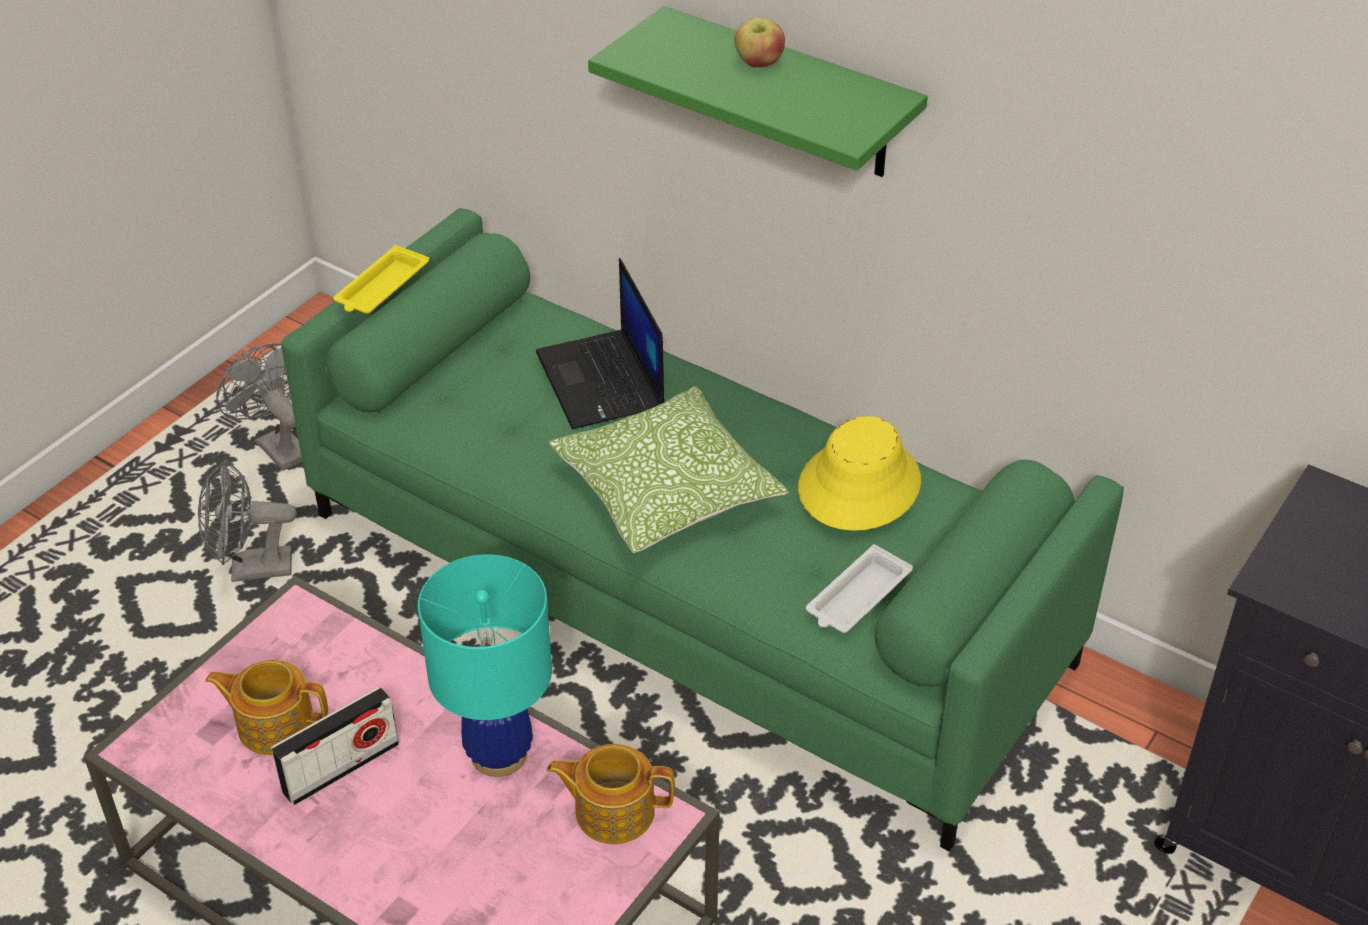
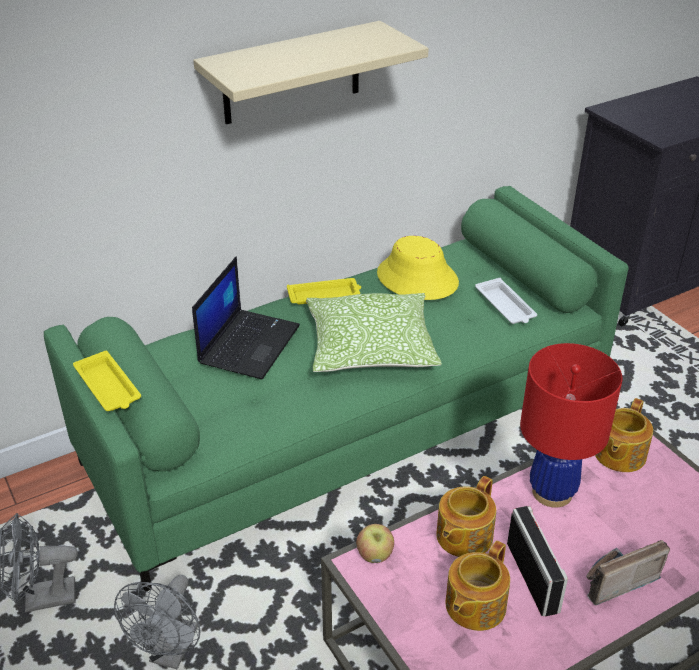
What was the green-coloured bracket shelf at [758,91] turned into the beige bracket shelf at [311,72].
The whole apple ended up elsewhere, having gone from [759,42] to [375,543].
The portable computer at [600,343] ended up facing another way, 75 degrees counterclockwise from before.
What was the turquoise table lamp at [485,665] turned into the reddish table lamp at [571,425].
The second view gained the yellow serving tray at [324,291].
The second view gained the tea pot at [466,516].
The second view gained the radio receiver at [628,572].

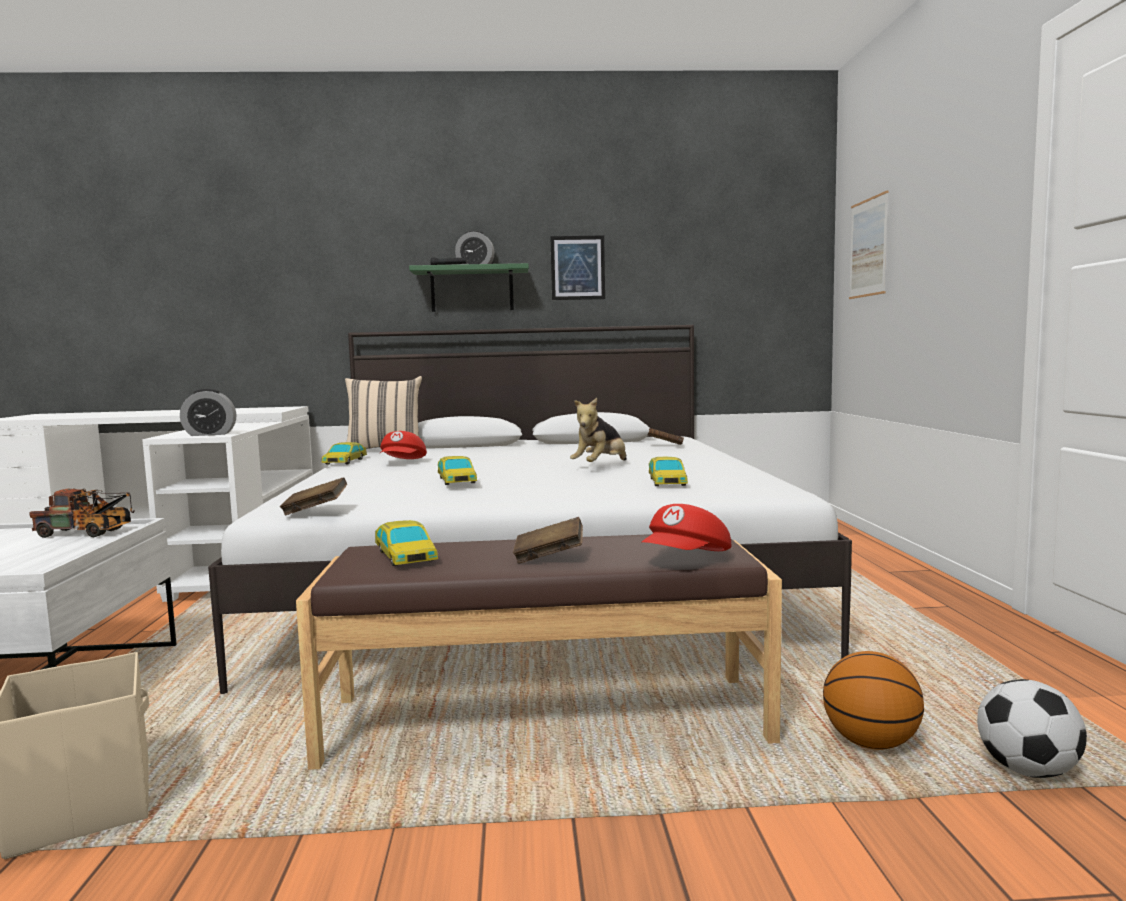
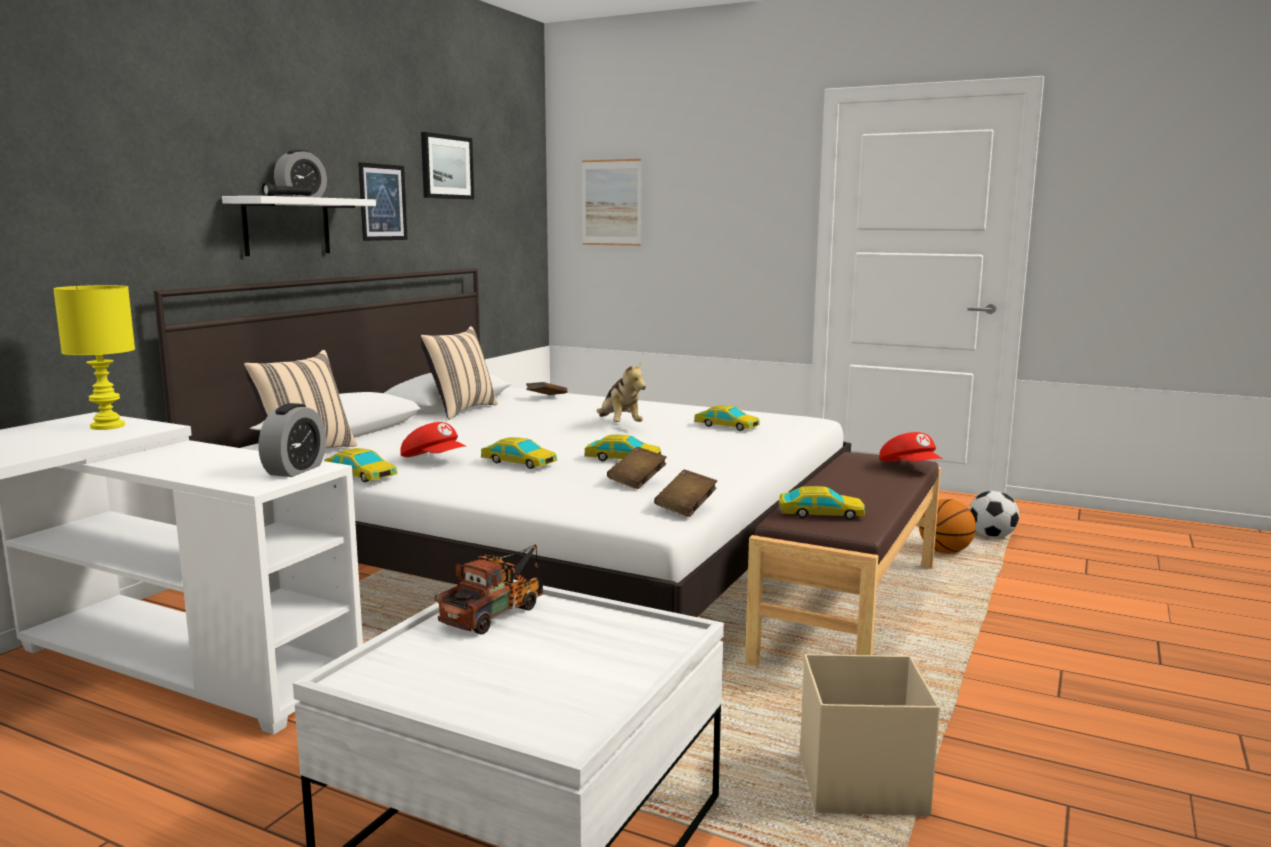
What was the green-coloured bracket shelf at [469,287] turned into the whitish bracket shelf at [299,226].
The brown-coloured book ended up elsewhere, having gone from [548,540] to [637,468].
The second view gained the picture at [447,165].
The second view gained the yellow table lamp at [94,357].
The second view gained the beige pillow at [459,373].
The second view gained the toy car at [519,453].

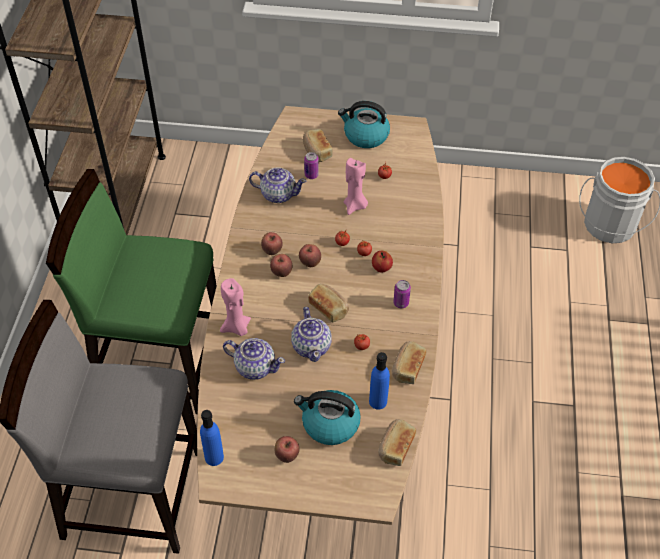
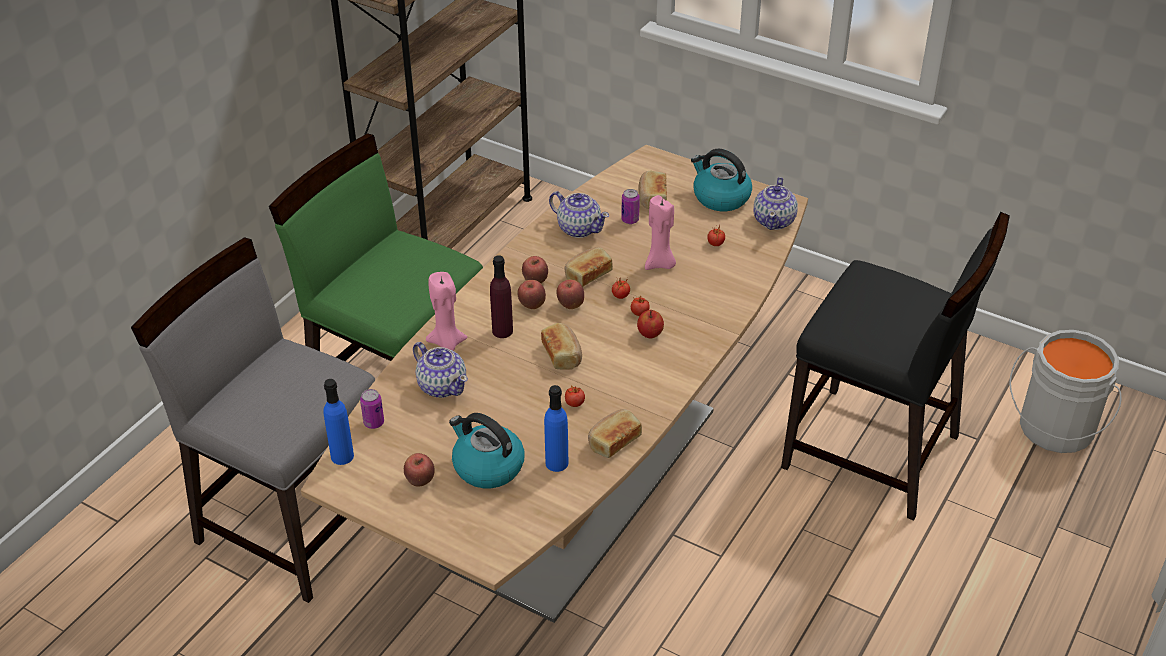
The metal can ended up elsewhere, having gone from [402,294] to [372,409].
The tea pot ended up elsewhere, having gone from [311,334] to [775,203].
The bakery bread ended up elsewhere, having gone from [397,442] to [589,267].
The second view gained the black plain chair at [895,366].
The second view gained the purple-coloured beverage bottle at [501,296].

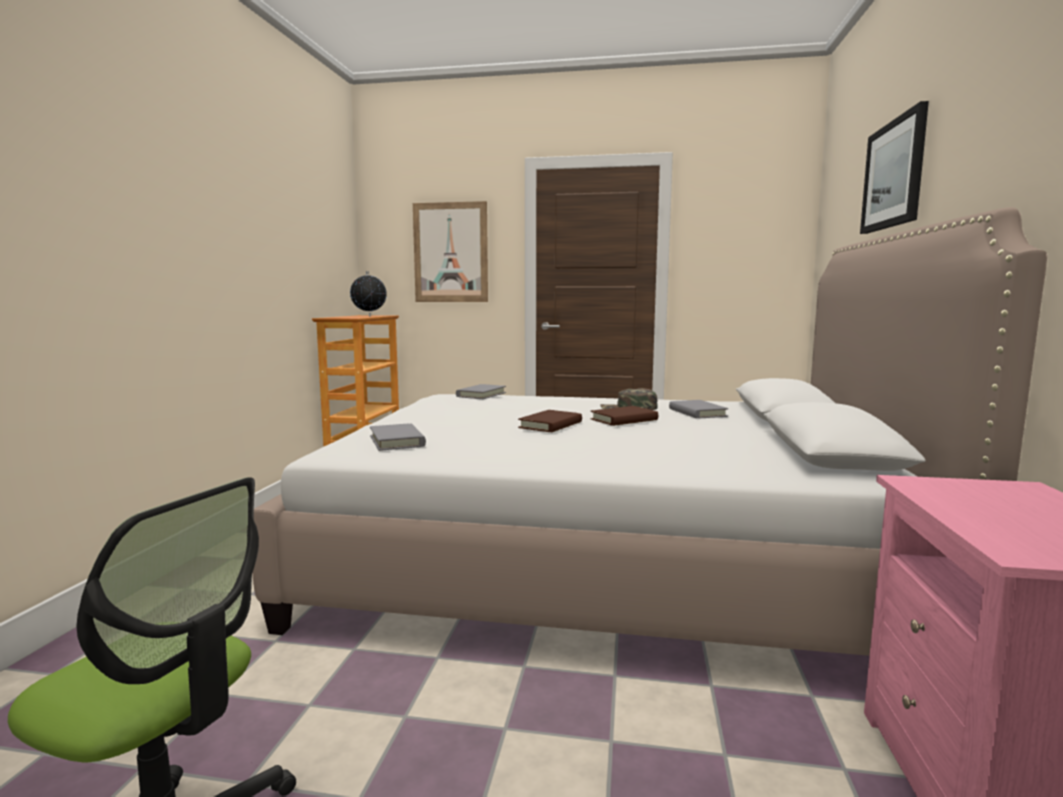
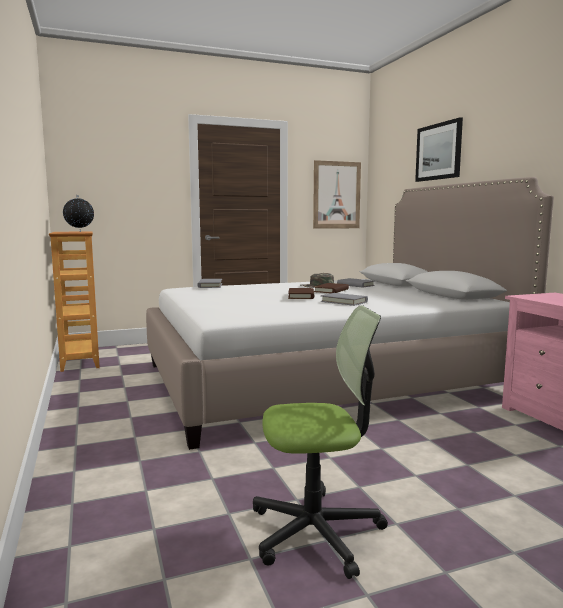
The picture ended up elsewhere, having gone from [450,251] to [337,194].
The greyish book ended up elsewhere, having gone from [398,437] to [344,299].

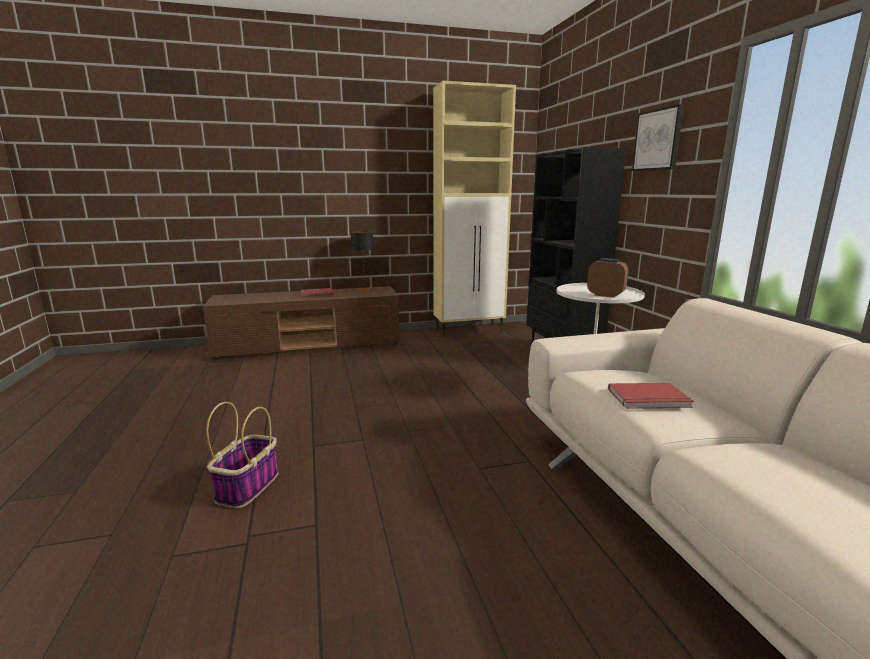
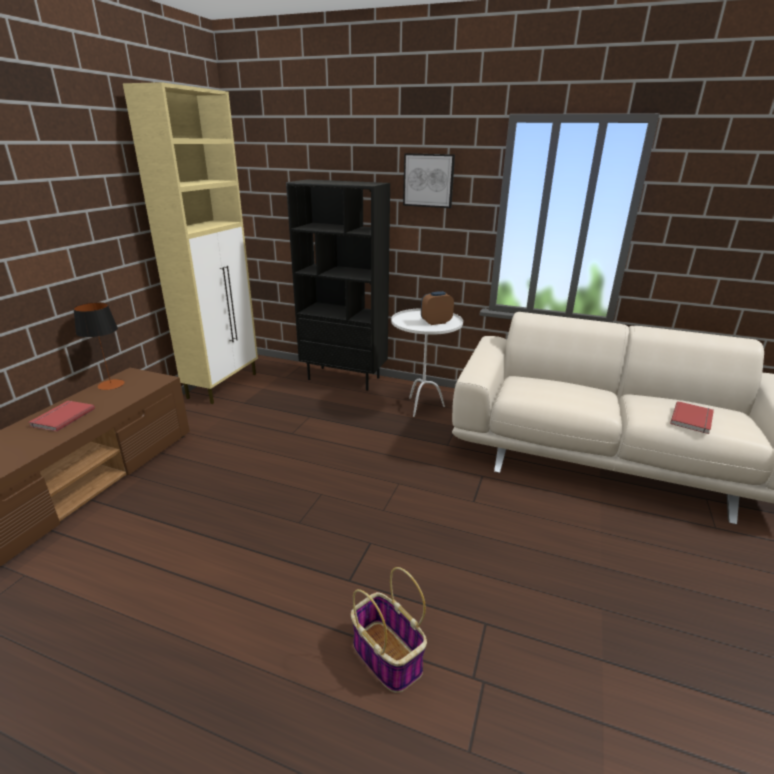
The reddish book ended up elsewhere, having gone from [651,396] to [692,417].

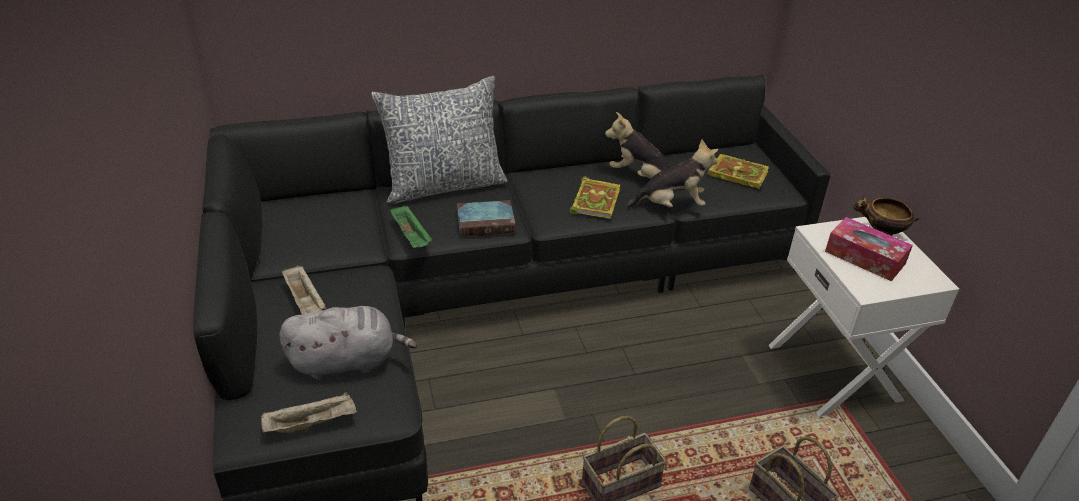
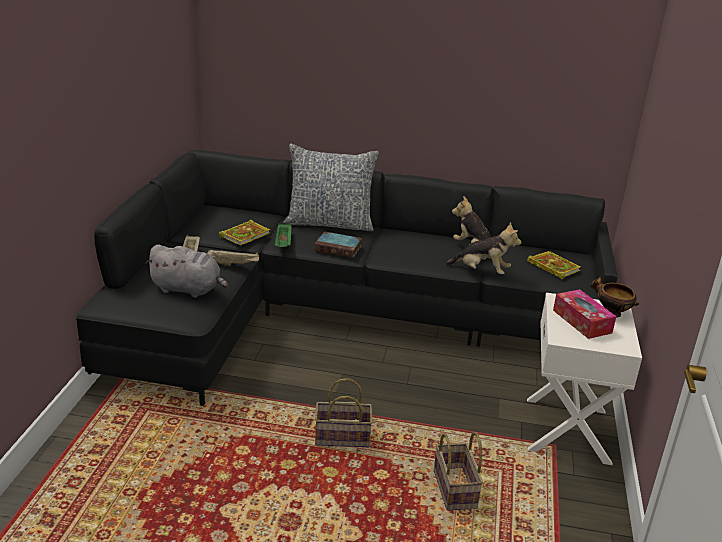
The book ended up elsewhere, having gone from [595,198] to [244,232].
The beige serving tray ended up elsewhere, having gone from [309,412] to [233,257].

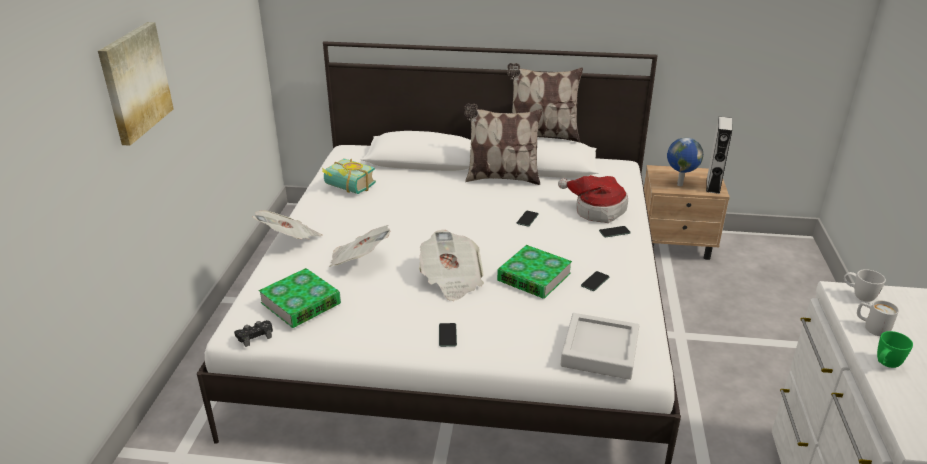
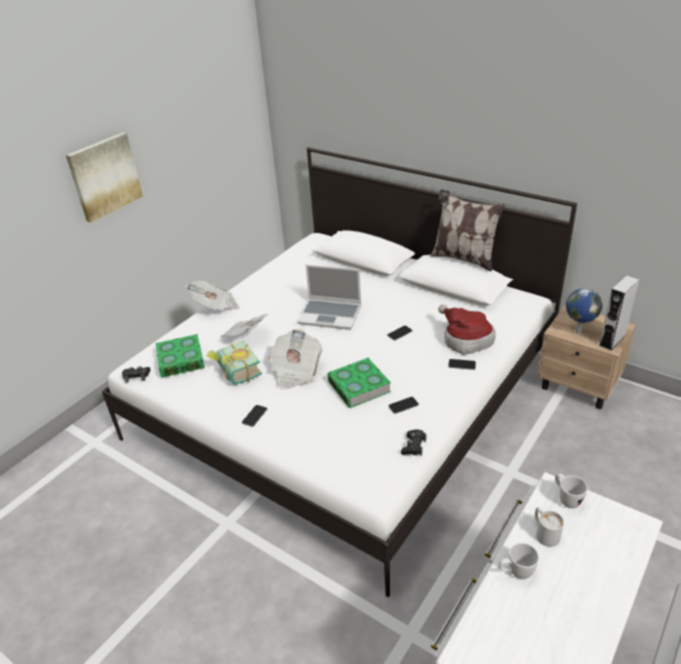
The second view lost the pillow at [504,144].
The book ended up elsewhere, having gone from [349,176] to [234,363].
The second view lost the greyish serving tray at [599,346].
What was the green-coloured mug at [895,349] turned into the whitish mug at [518,561].
The second view gained the portable computer at [329,297].
The second view gained the black game controller at [413,442].

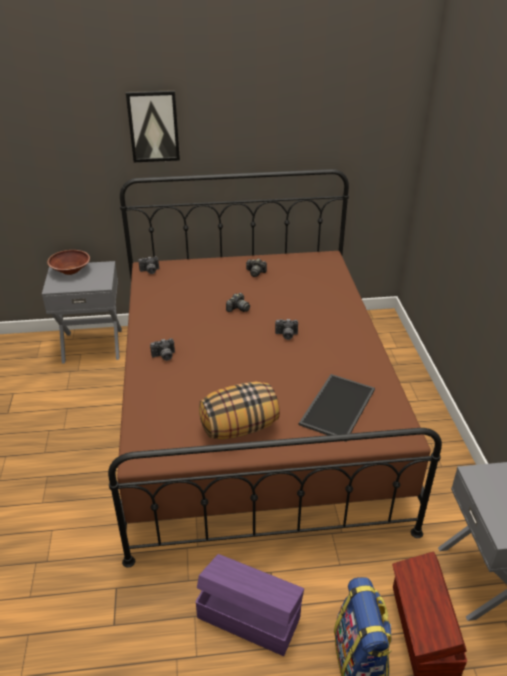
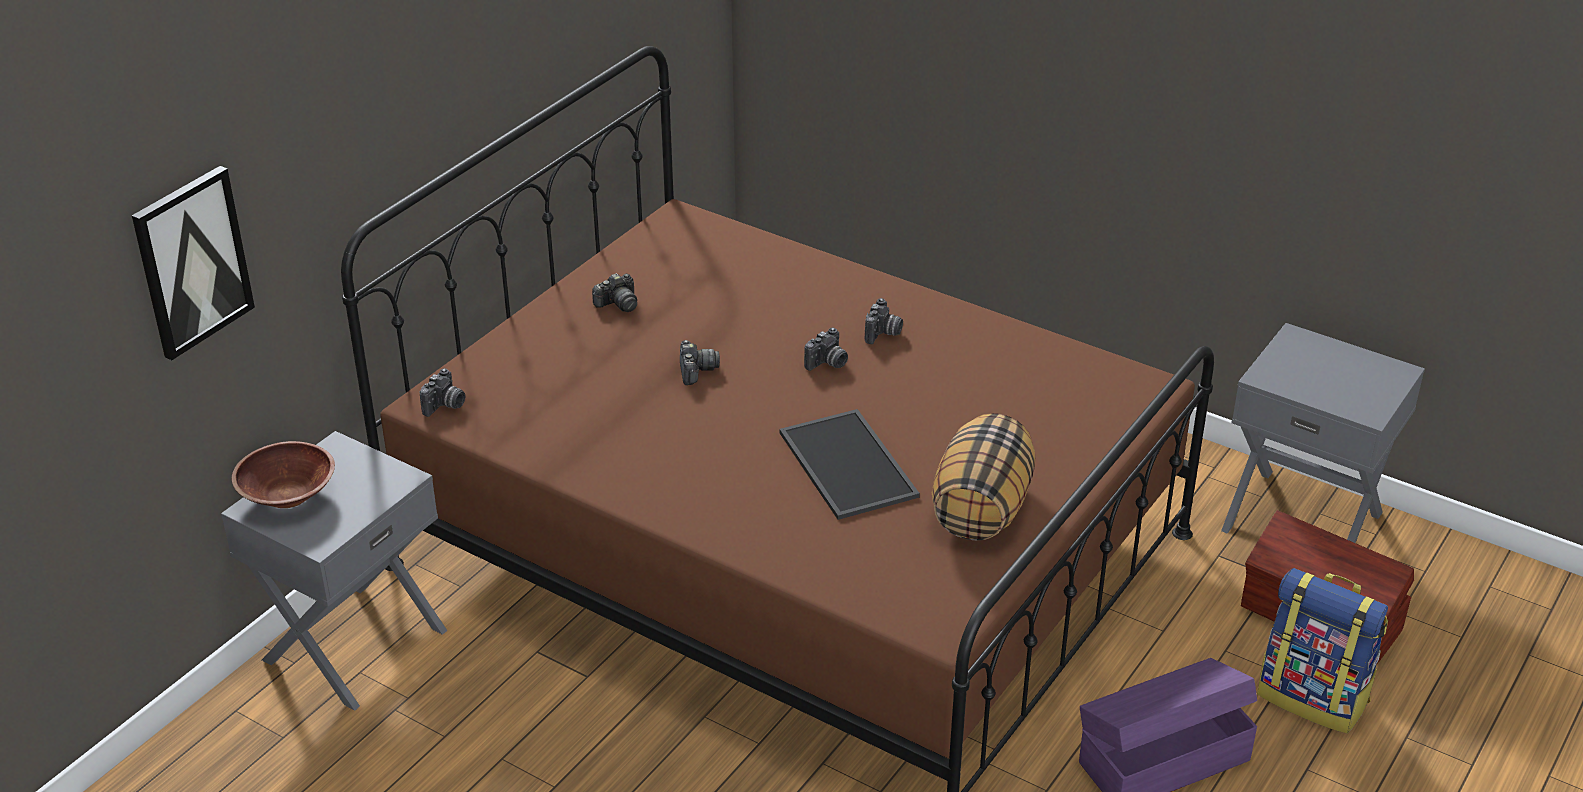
The picture ended up elsewhere, having gone from [153,126] to [193,263].
The still camera ended up elsewhere, having gone from [162,349] to [884,321].
The serving tray ended up elsewhere, having gone from [337,408] to [849,464].

